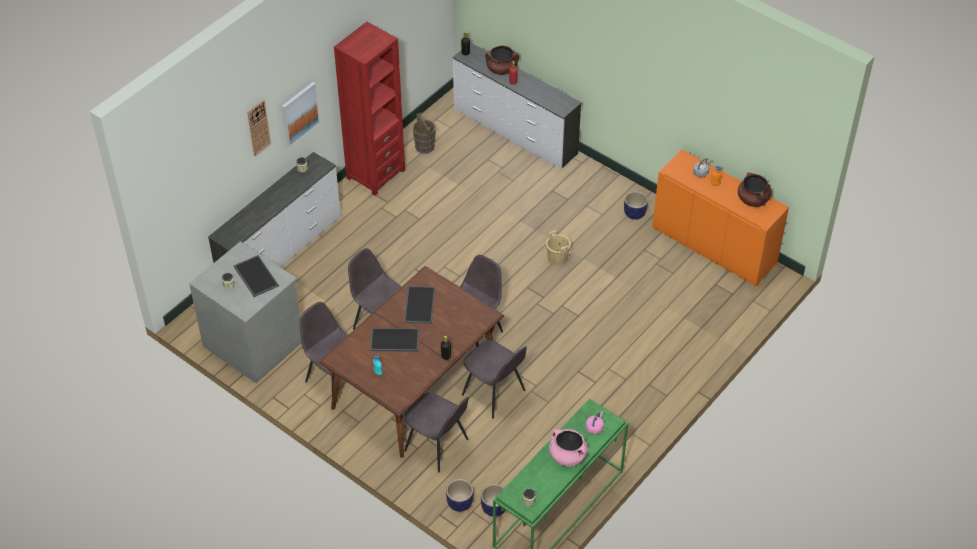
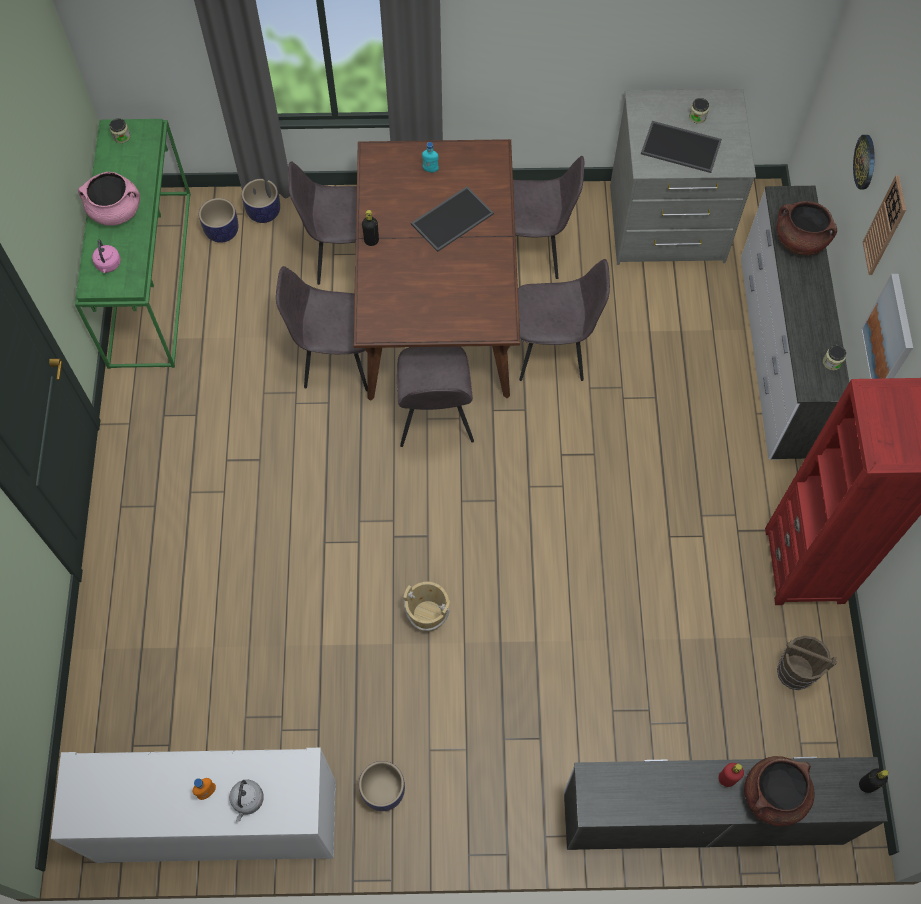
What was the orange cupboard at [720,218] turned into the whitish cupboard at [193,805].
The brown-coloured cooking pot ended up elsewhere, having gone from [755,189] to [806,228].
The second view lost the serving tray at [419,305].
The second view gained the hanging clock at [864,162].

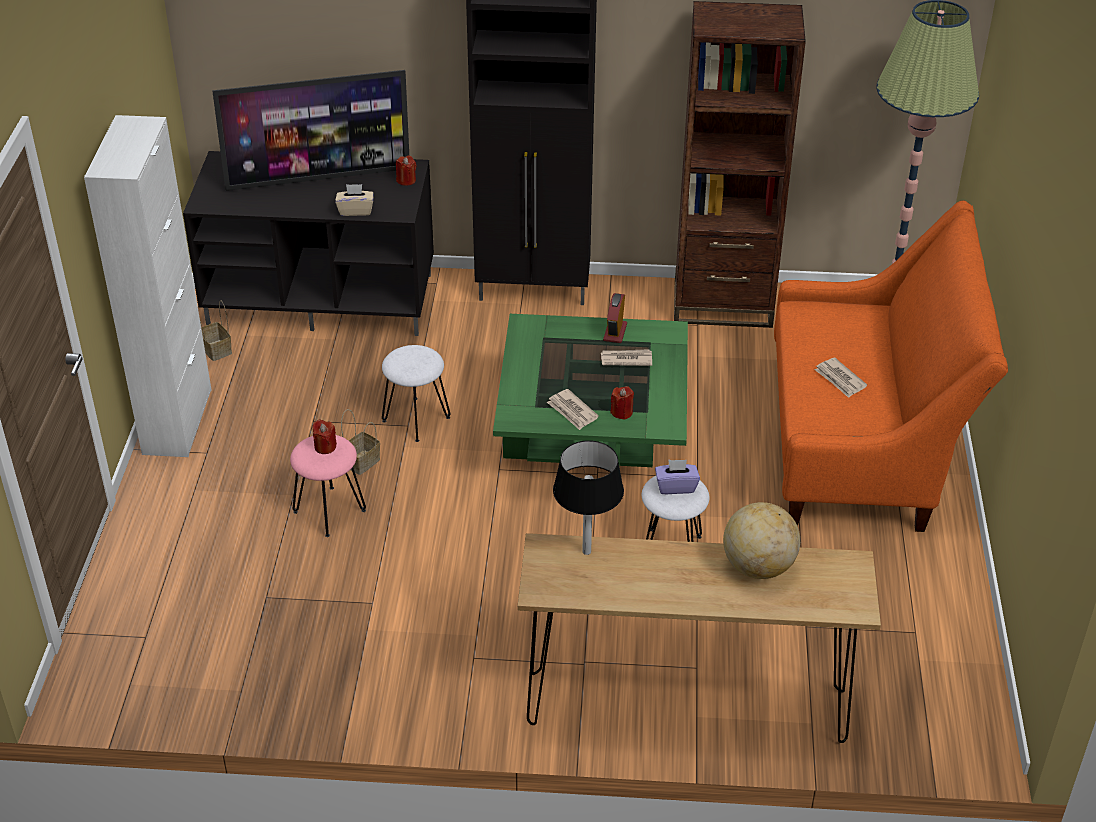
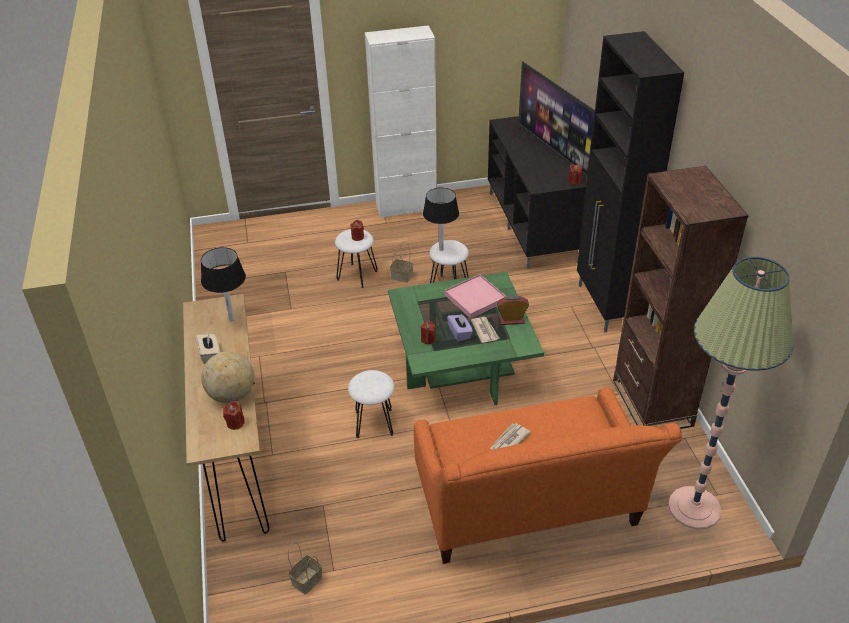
The beige box of tissues ended up elsewhere, having gone from [354,200] to [208,348].
The basket ended up elsewhere, having gone from [216,330] to [305,568].
The second view lost the newspaper at [573,409].
What was the pinkish stool seat at [328,486] turned into the whitish stool seat at [356,258].
The purple-coloured box of tissues ended up elsewhere, having gone from [677,477] to [460,327].
The second view gained the black table lamp at [441,219].
The second view gained the pinkish serving tray at [476,296].
The second view gained the reddish candle at [233,415].

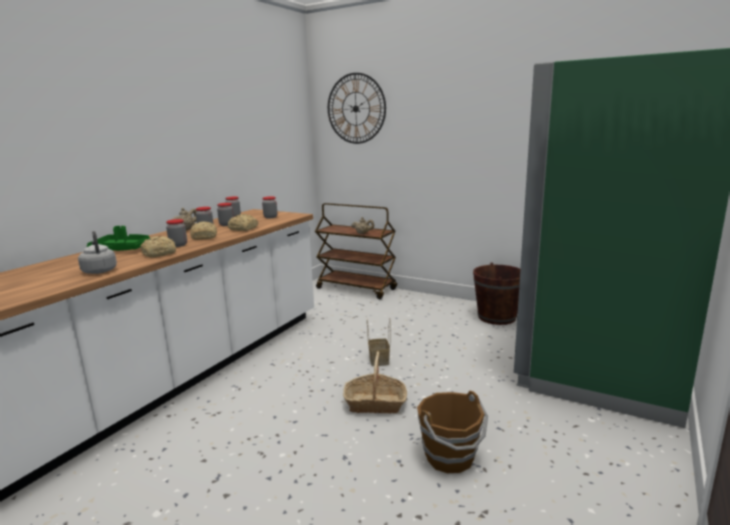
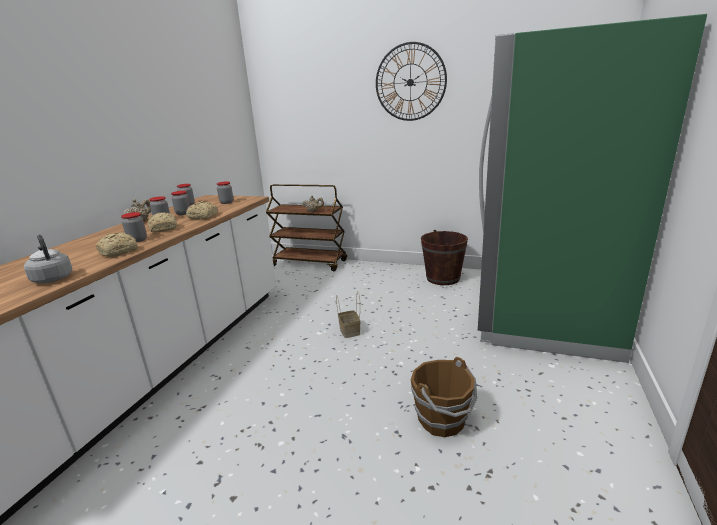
The hanging clock ended up elsewhere, having gone from [357,108] to [411,81].
The second view lost the green-coloured serving tray at [118,238].
The second view lost the basket at [375,382].

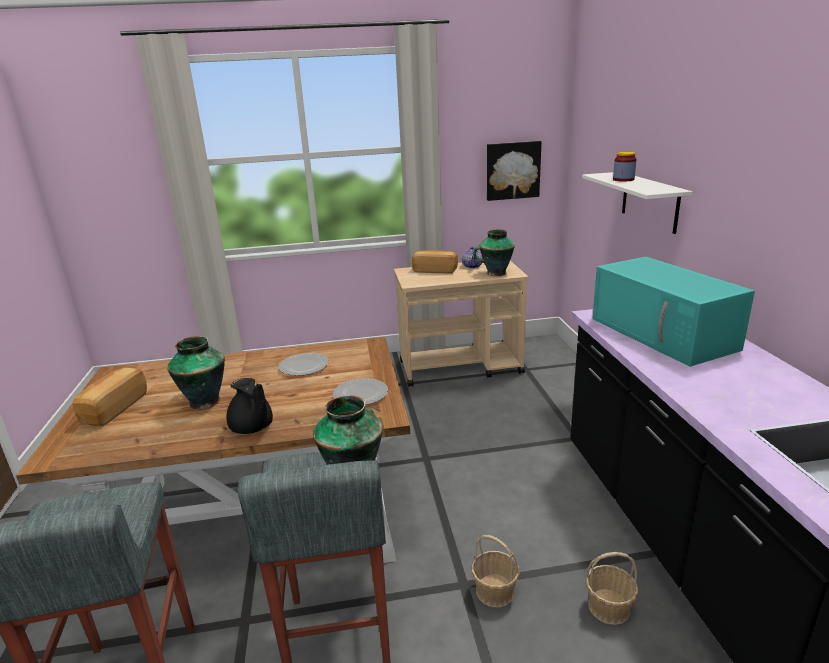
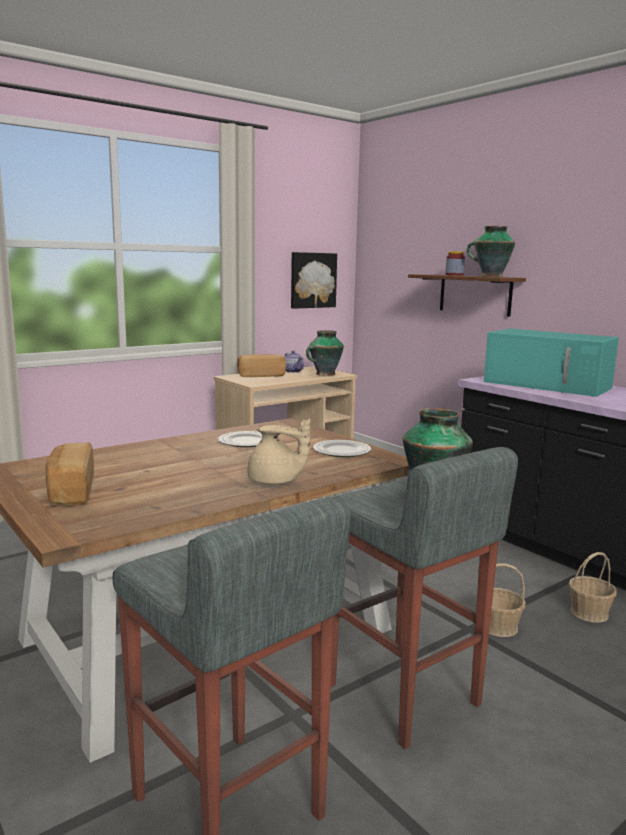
What was the whitish bracket shelf at [637,203] turned into the brown-coloured bracket shelf at [467,295].
The vase ended up elsewhere, having gone from [196,373] to [491,251].
What was the black tea pot at [249,406] turned into the beige tea pot at [279,452].

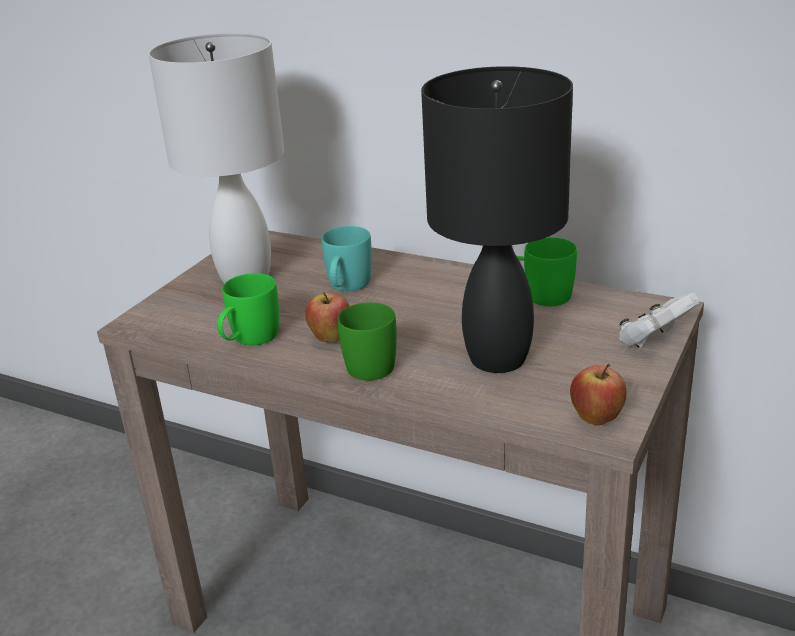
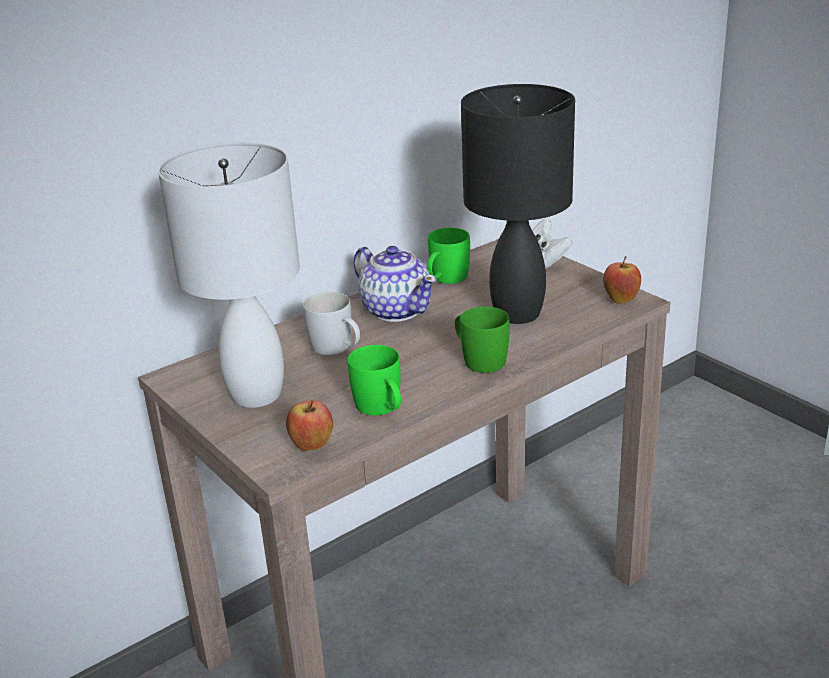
What was the turquoise mug at [347,258] turned into the whitish mug at [331,323].
The whole apple ended up elsewhere, having gone from [327,317] to [309,425].
The second view gained the tea pot at [395,284].

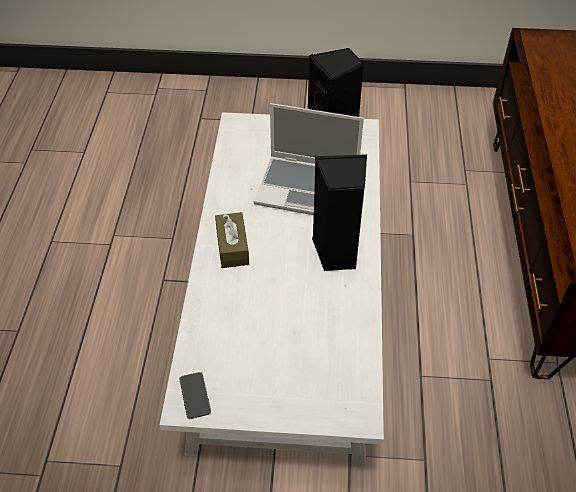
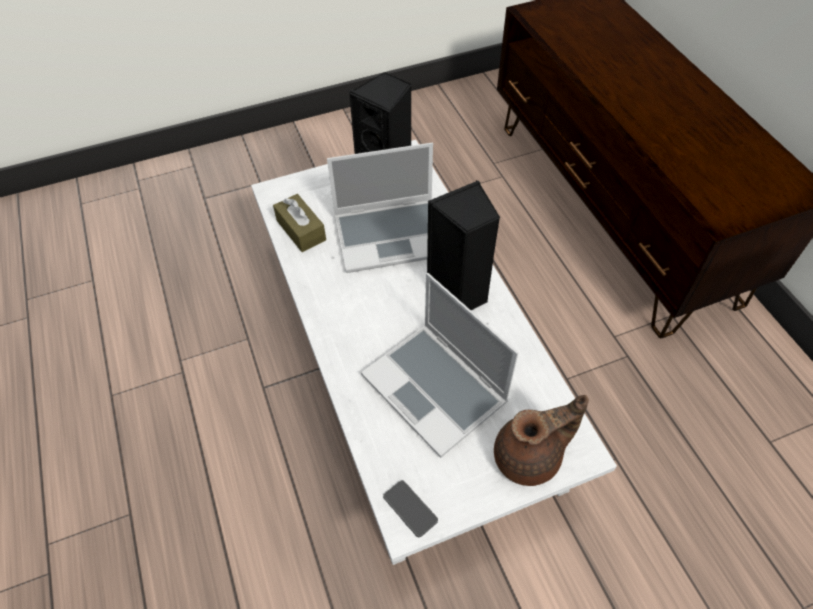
The brown-coloured box of tissues ended up elsewhere, having gone from [232,240] to [299,223].
The second view gained the portable computer at [440,365].
The second view gained the brown-coloured tea pot at [541,440].

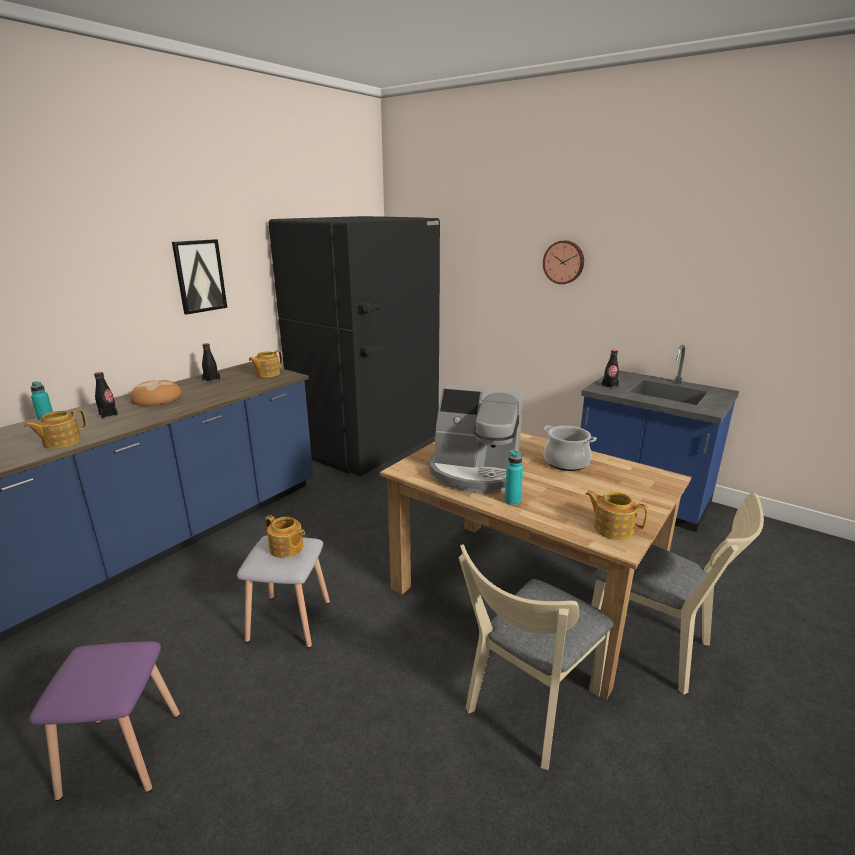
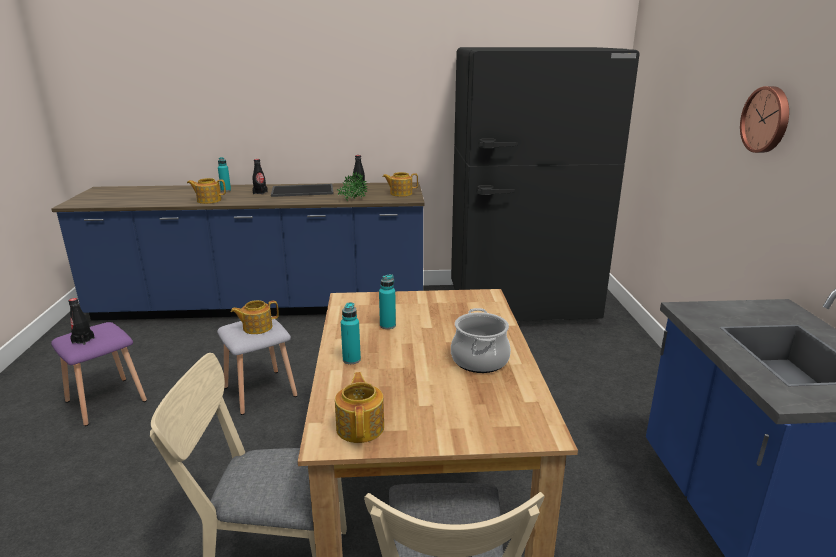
The second view lost the picture at [199,277].
The black beverage bottle ended up elsewhere, having gone from [610,369] to [82,321].
Where the bakery bread stood at [156,393], the serving tray came to stand at [302,190].
Where the coffee brewer stood at [476,438], the turquoise beverage bottle came to stand at [387,301].
The tea pot at [285,536] ended up facing another way, 75 degrees clockwise from before.
The second view gained the houseplant at [352,186].

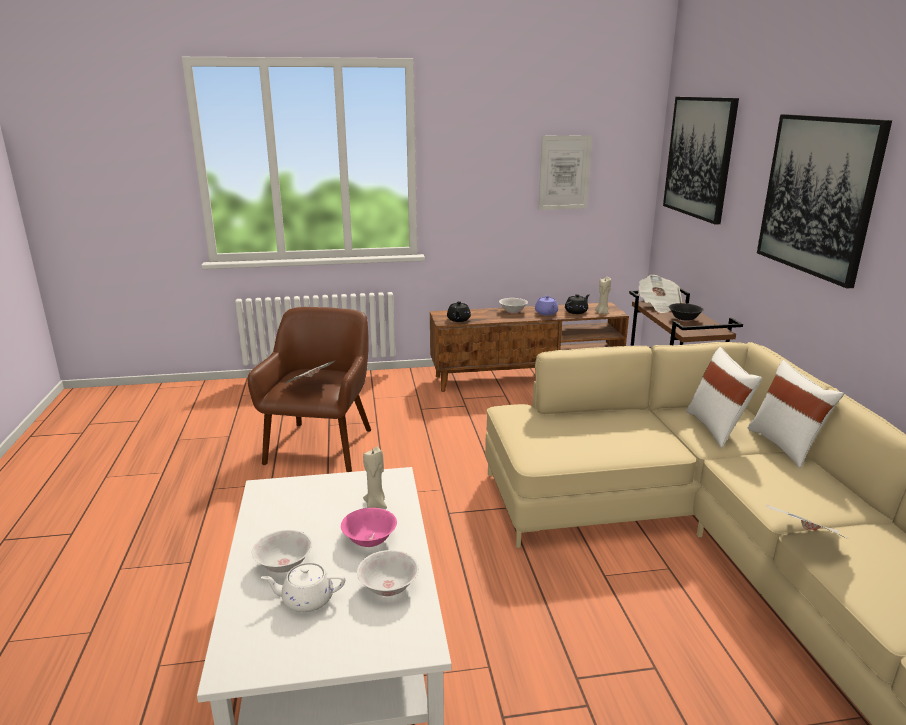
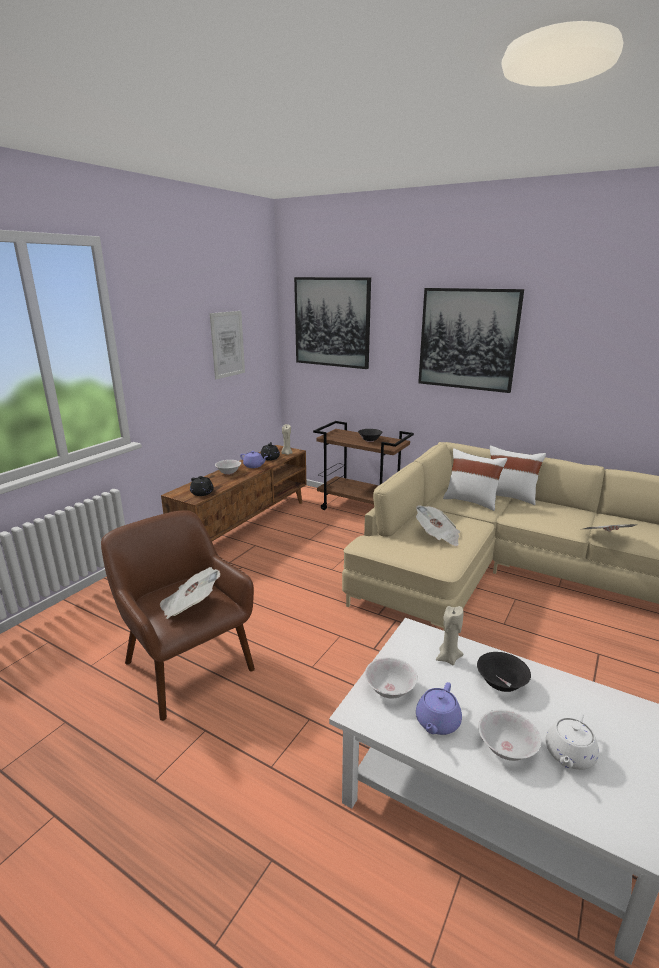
The newspaper ended up elsewhere, having gone from [660,294] to [438,525].
What was the pinkish bowl at [369,527] turned into the black bowl at [504,672].
The whitish bowl ended up elsewhere, having gone from [388,573] to [391,678].
The second view gained the purple-coloured tea pot at [439,708].

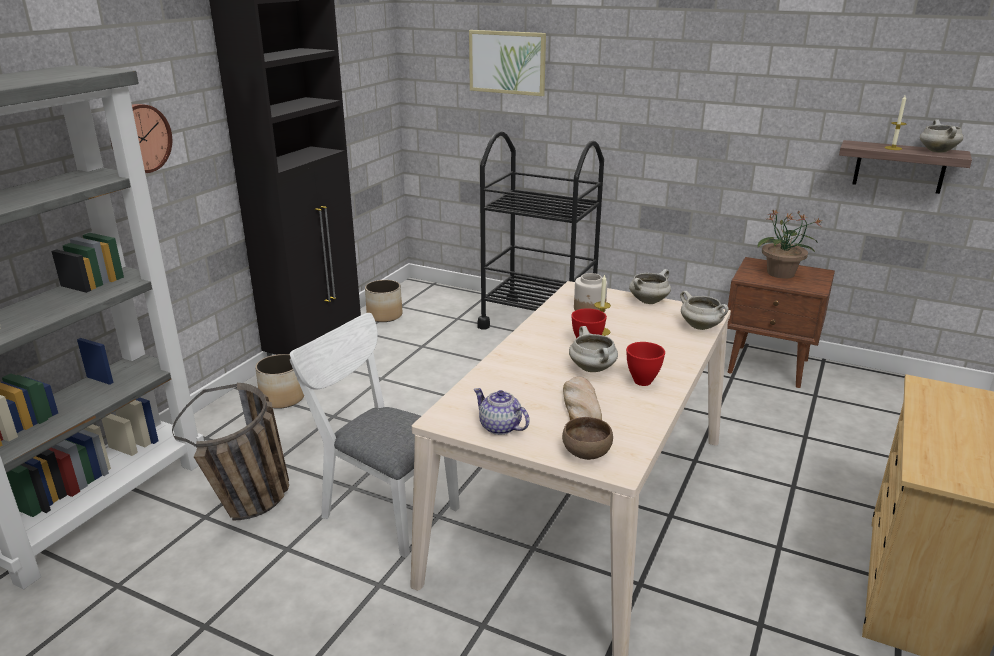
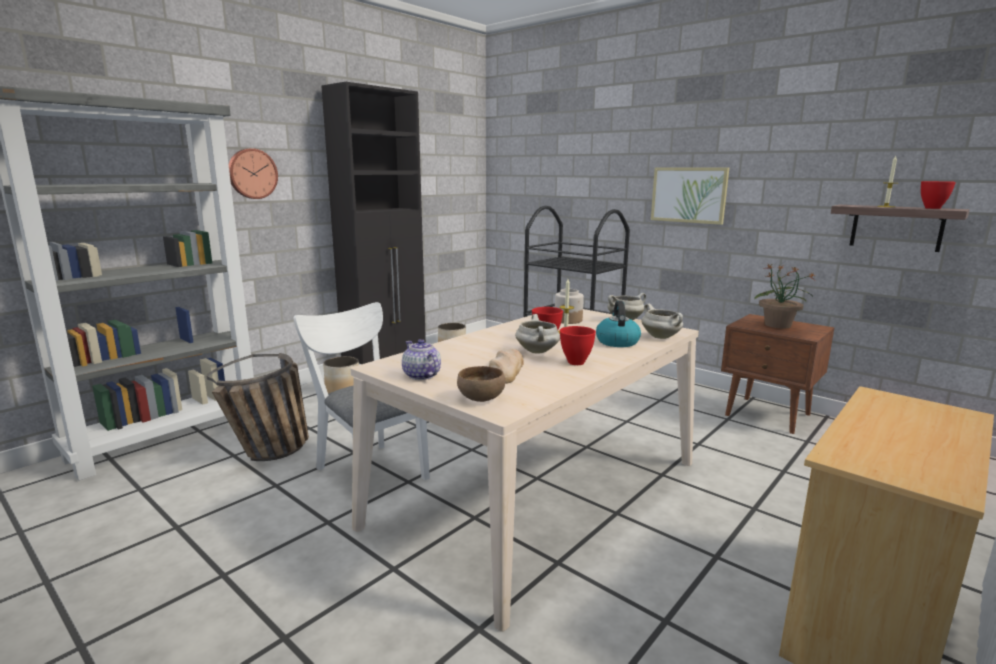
The picture ended up elsewhere, having gone from [507,63] to [690,196].
Where the whitish cooking pot stood at [941,136], the reddish bowl came to stand at [938,195].
The second view gained the kettle at [618,324].

